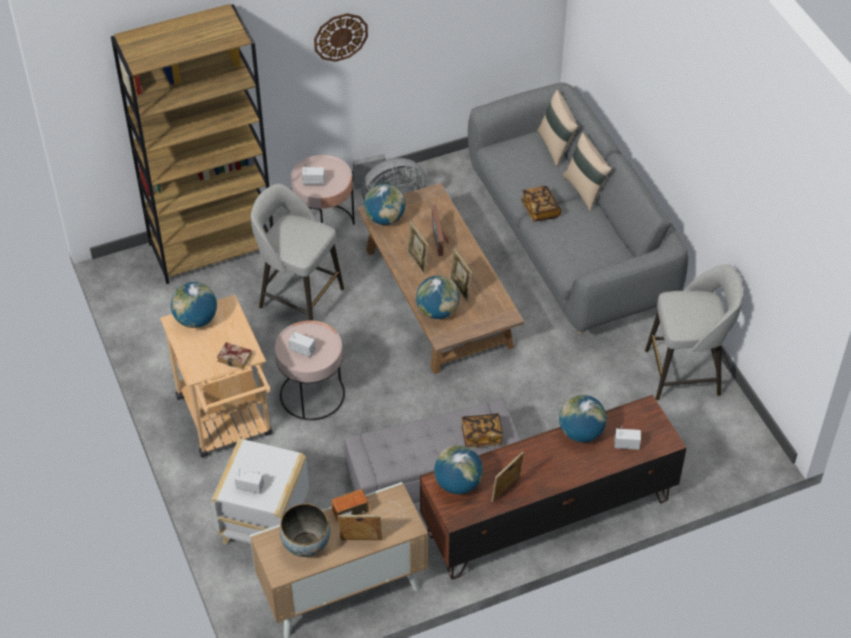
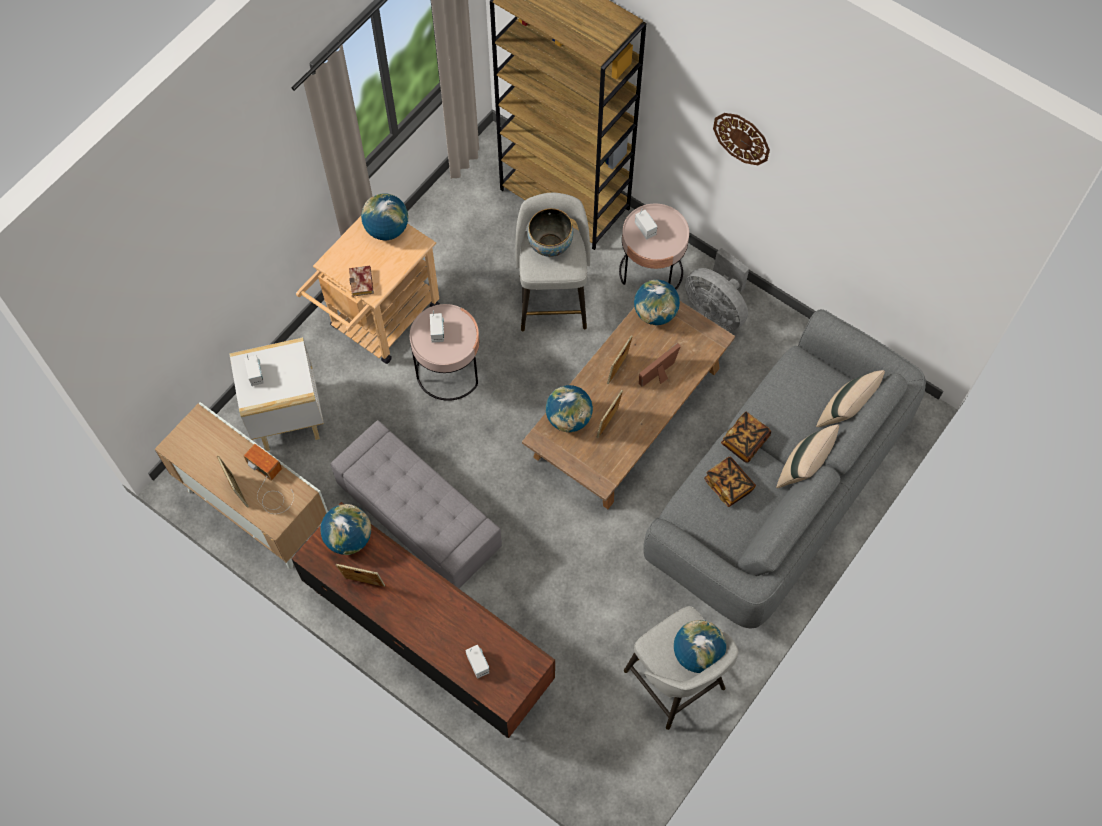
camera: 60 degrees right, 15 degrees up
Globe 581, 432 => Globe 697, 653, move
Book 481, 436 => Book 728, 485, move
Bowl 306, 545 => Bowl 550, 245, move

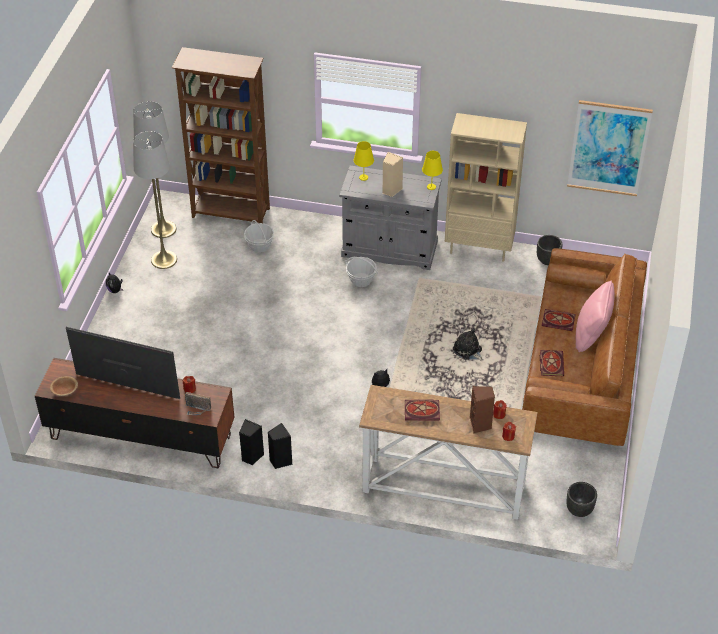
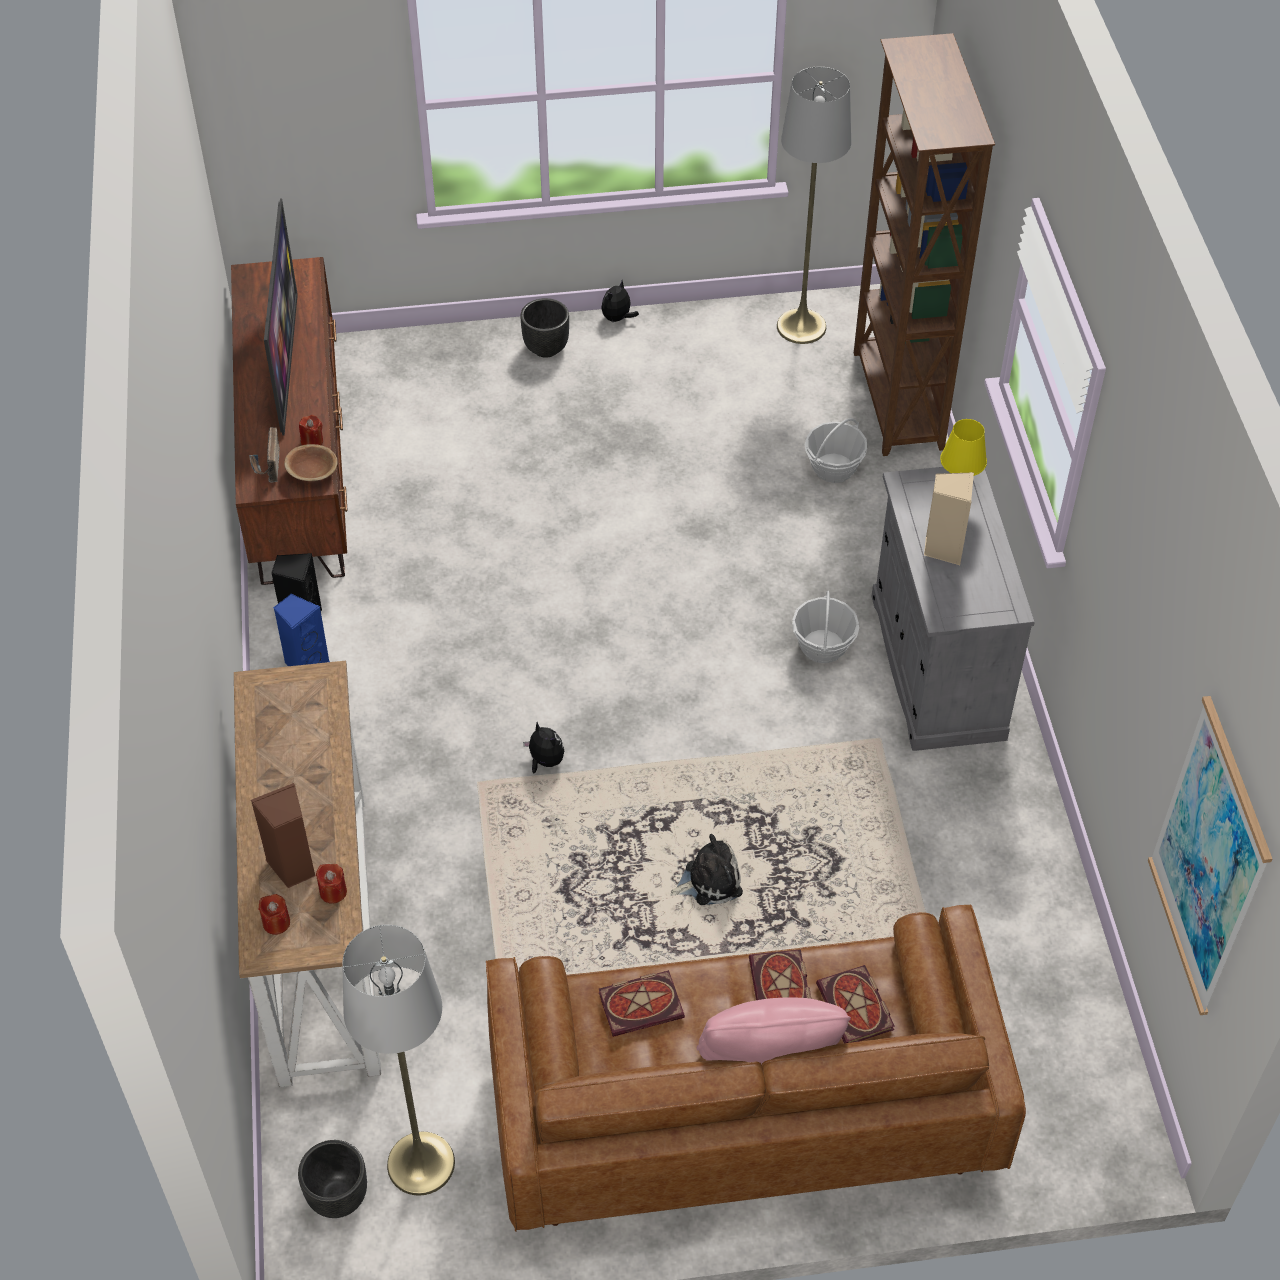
camera: 70 degrees right, 5 degrees up
BeigeBookcase 479, 248 => nothing
GreyFloorLamp 164, 260 => GreyFloorLamp 420, 1163, move
YellowTableLamp 431, 187 => nothing
BlackPlanter 548, 260 => BlackPlanter 546, 349, move
PlushToy 468, 351 => PlushToy 709, 880, 45 degrees clockwise
BrownBowl 65, 391 => BrownBowl 312, 472, move
Book 423, 411 => Book 857, 1008, move
BlackSpeaker 280, 461 => BlueSpeaker 305, 664

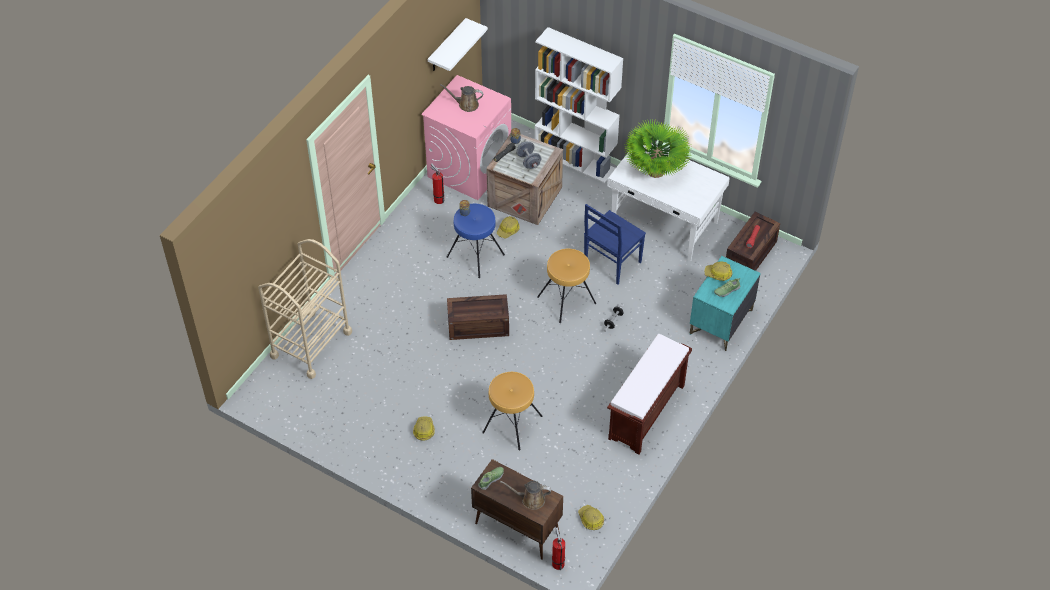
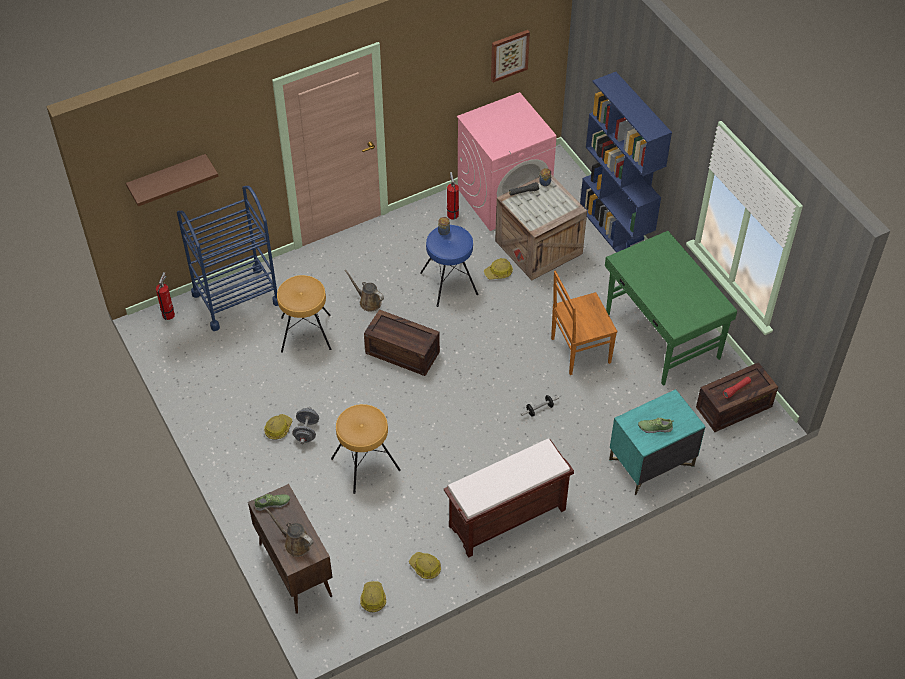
camera: 30 degrees right, 0 degrees up
WhiteShelf 447, 46 => Picture 509, 55
WhiteBookcase 575, 160 => BlueBookcase 615, 233
BrownWateringCan 466, 104 => BrownWateringCan 368, 301, move
PottedPlant 656, 171 => nothing
GreyDumbbell 528, 161 => GreyDumbbell 306, 431, move
WhiteDesk 664, 225 => GreenDesk 661, 336
BlueChair 611, 263 => BrownChair 578, 351
BeigeCart 311, 344 => BlueCart 236, 298
BrownStool 567, 300 => BrownStool 306, 333, move
HardHat 718, 274 => HardHat 425, 567, move
FireExtinguisher 557, 562 => FireExtinguisher 169, 313, move
nothing => BrownShelf 168, 178

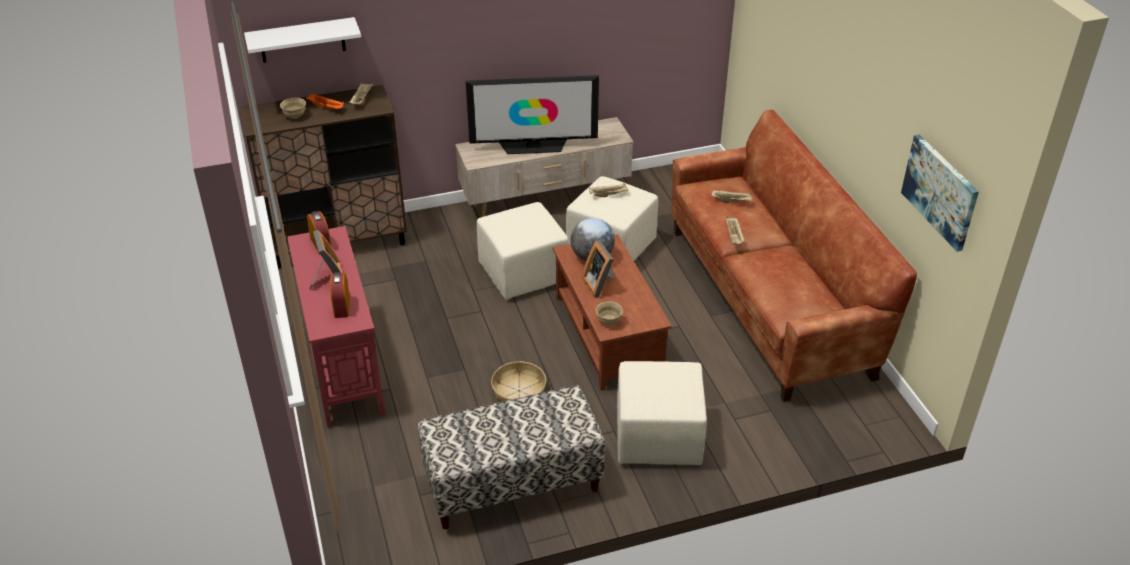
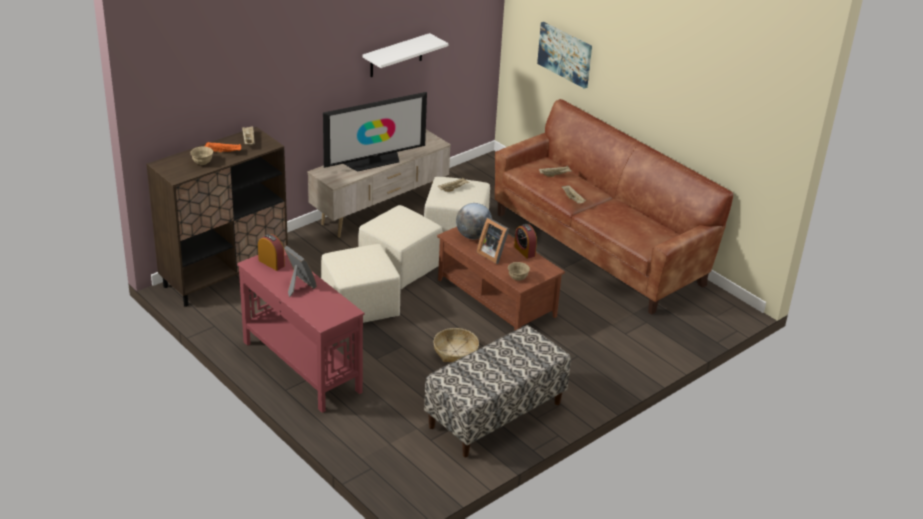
camera: 25 degrees left, 5 degrees down
WhiteShelf 302, 40 => WhiteShelf 396, 56, move
Picture 940, 191 => Picture 565, 54, move
AlarmClock 342, 306 => AlarmClock 524, 251, move
BeigeOttoman 657, 438 => BeigeOttoman 359, 308, move

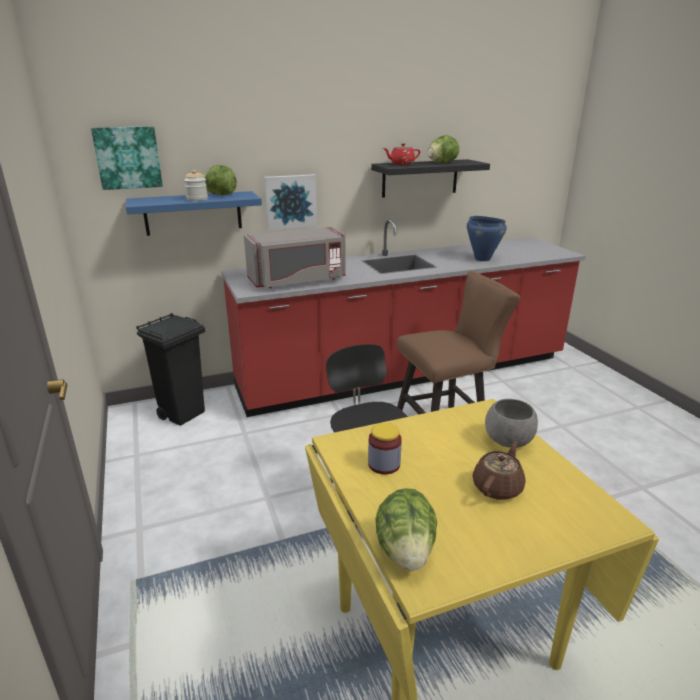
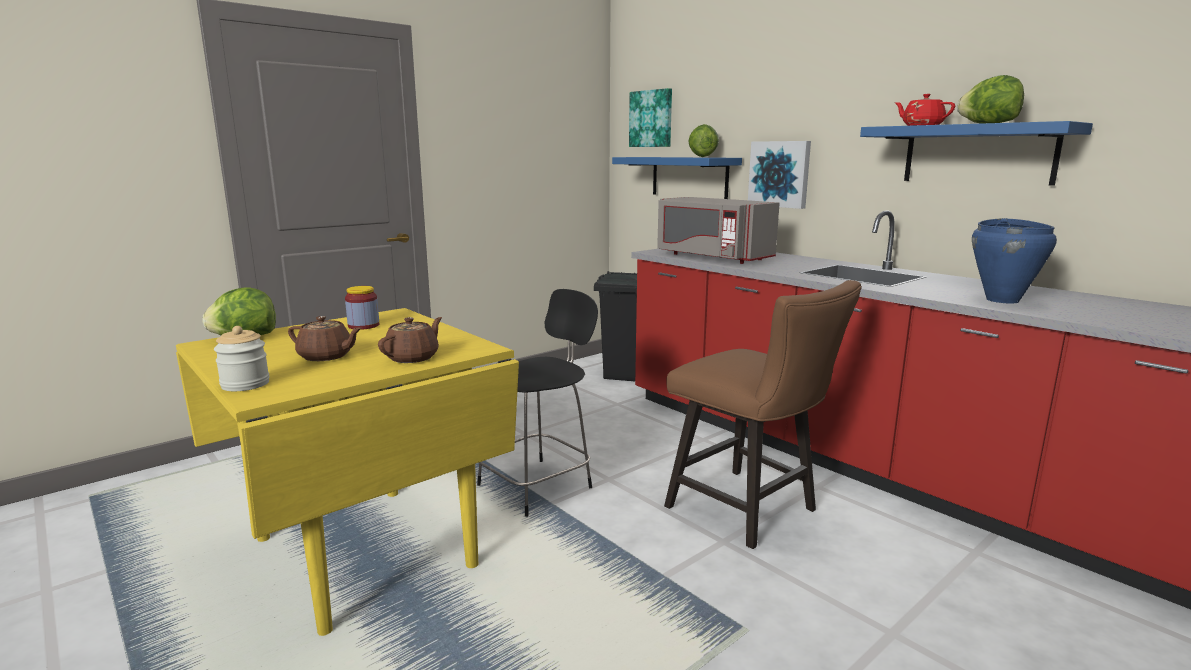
camera: 70 degrees right, 10 degrees down
BlackShelf 420, 178 => BlueShelf 978, 154
Jar 197, 199 => Jar 245, 384, move
GreyBowl 509, 441 => BrownTeapot 413, 357

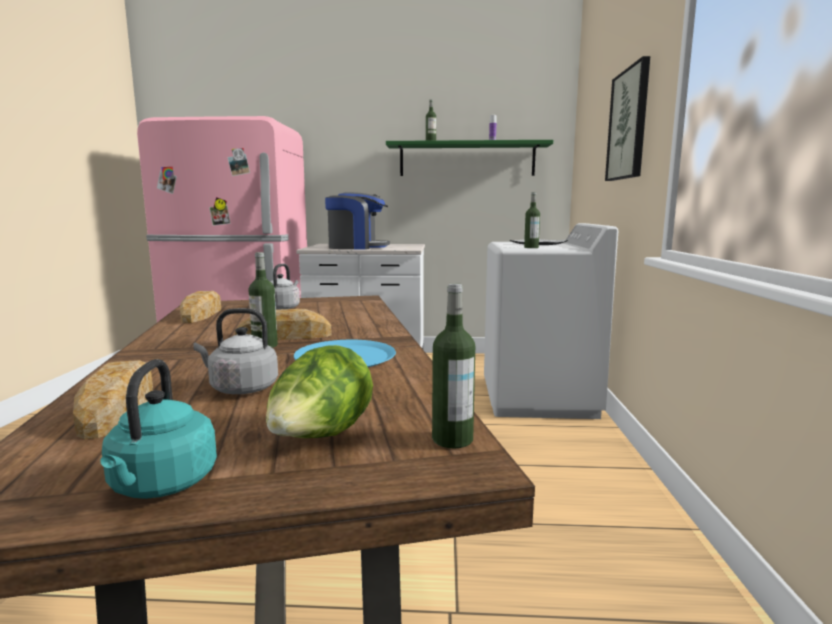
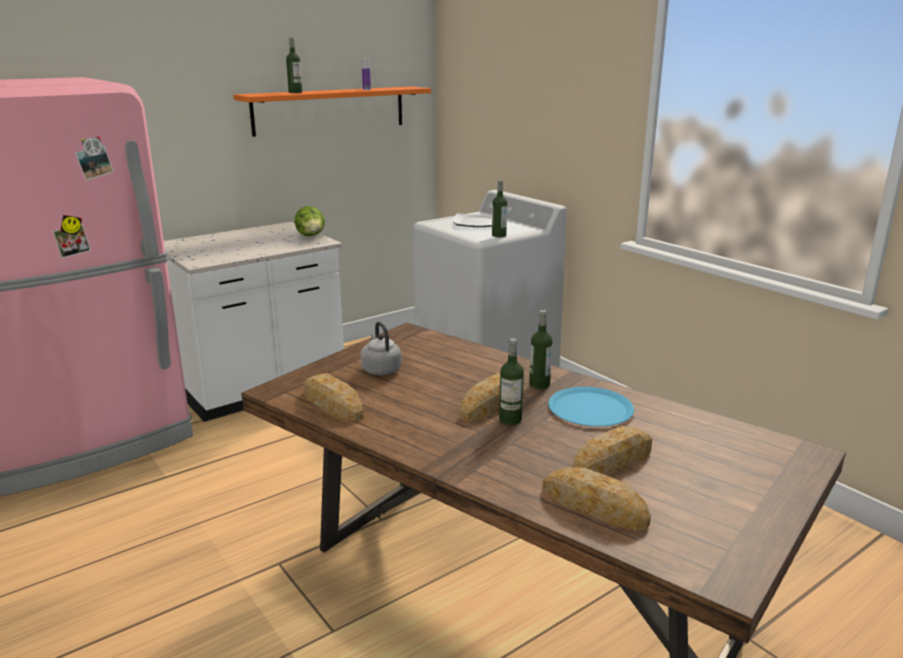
camera: 40 degrees left, 10 degrees up
Picture 629, 124 => nothing
GreenShelf 467, 159 => OrangeShelf 330, 110
CoffeeMachine 357, 247 => nothing
Bottle 452, 439 => Bottle 539, 385, move
GreyKettle 240, 388 => Bread 612, 461
Lettuce 320, 438 => Lettuce 311, 237, move
TurquoiseKettle 161, 485 => nothing

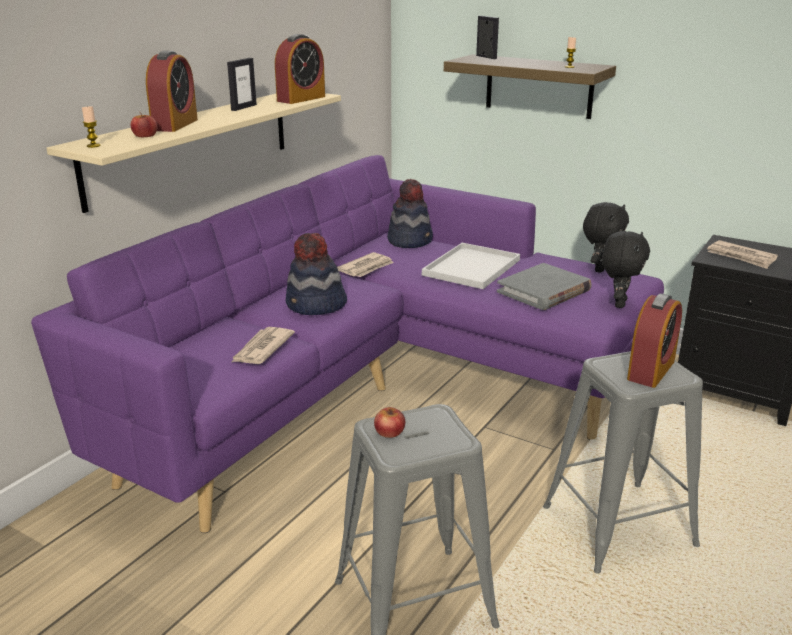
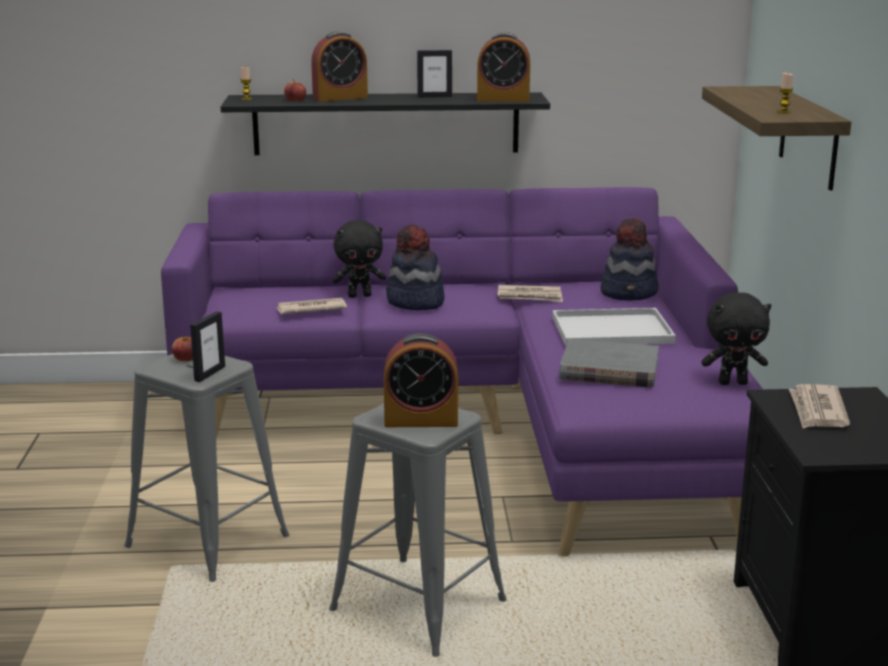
camera: 55 degrees right, 5 degrees down
PictureFrame 486, 57 => PictureFrame 209, 373, move
BeigeShelf 192, 145 => BlackShelf 386, 123
BlackPlushToy 618, 303 => BlackPlushToy 360, 295, move

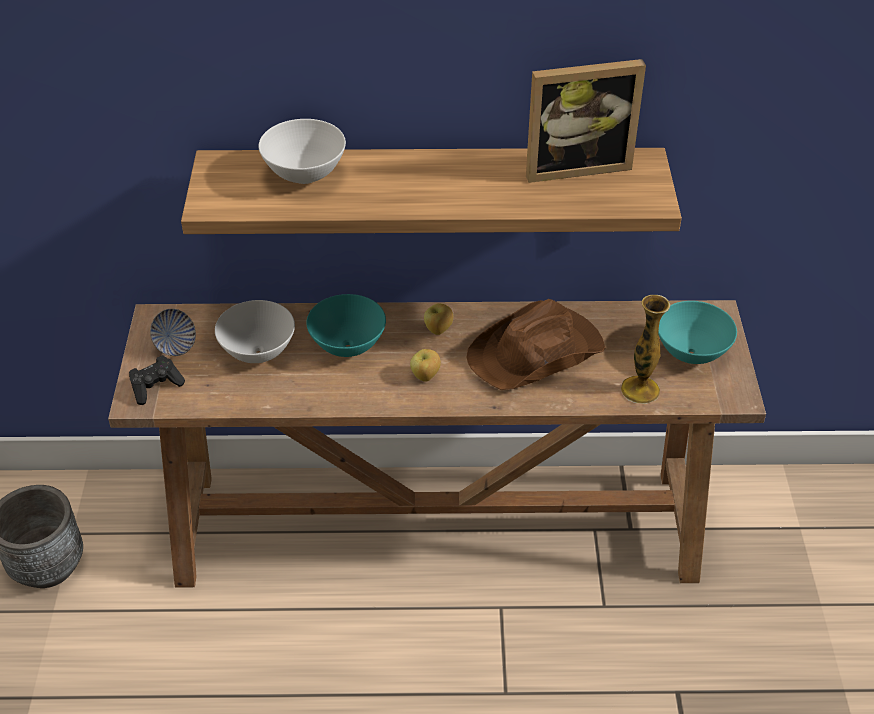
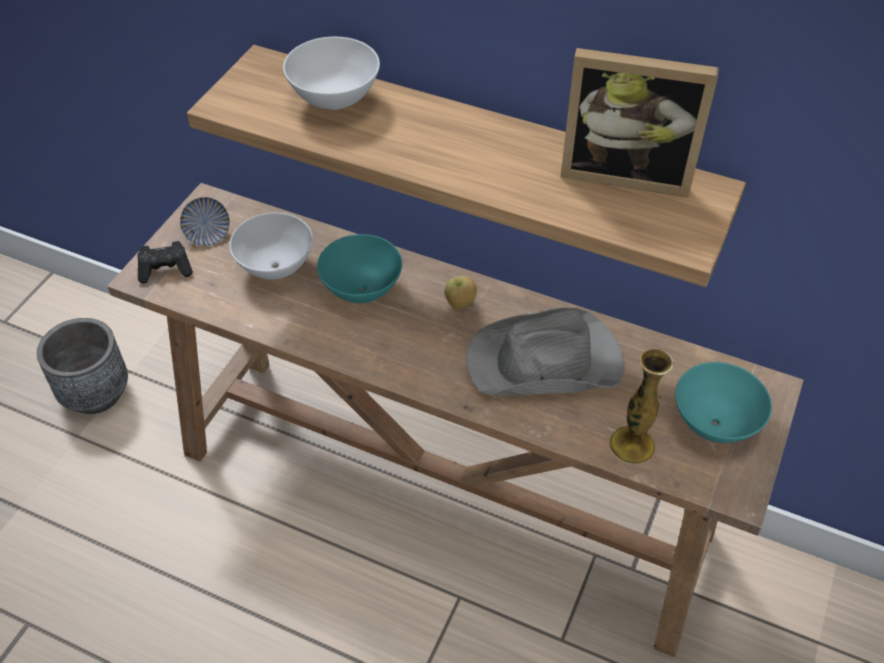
camera: 25 degrees right, 5 degrees up
BrownHat 537, 352 => GreyHat 546, 363
Apple 425, 376 => nothing

